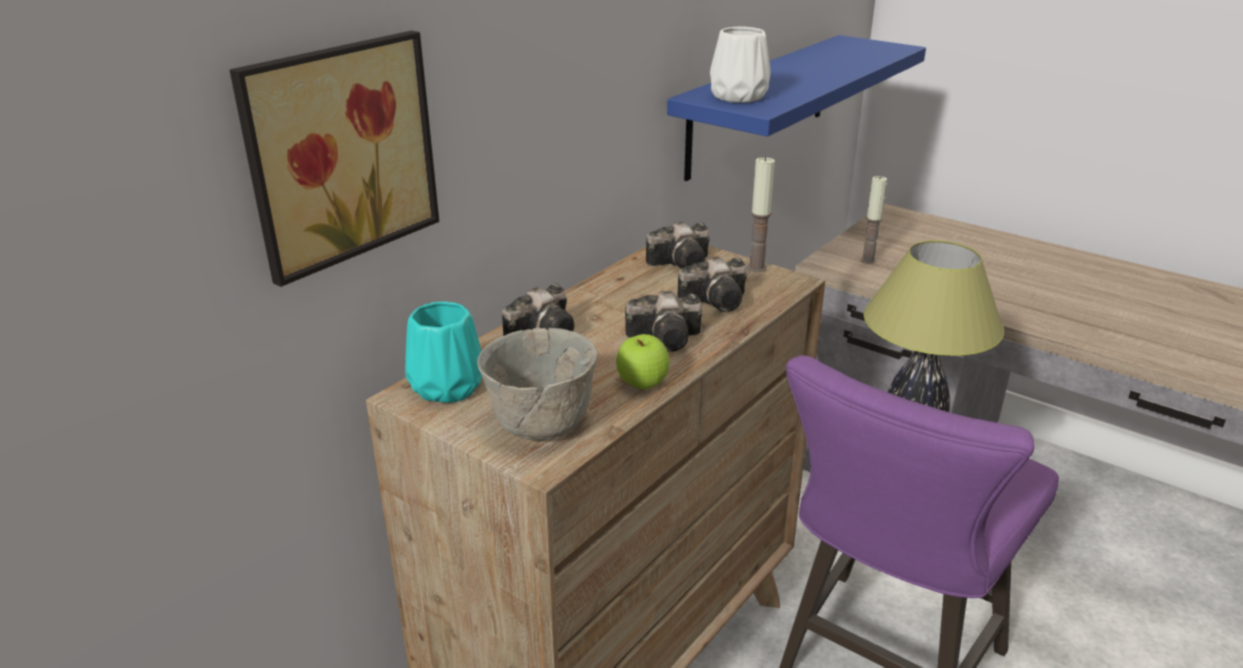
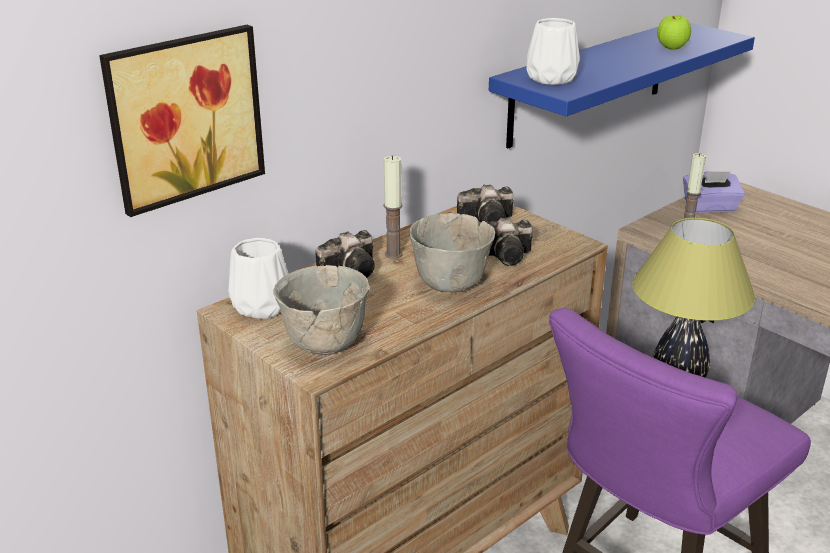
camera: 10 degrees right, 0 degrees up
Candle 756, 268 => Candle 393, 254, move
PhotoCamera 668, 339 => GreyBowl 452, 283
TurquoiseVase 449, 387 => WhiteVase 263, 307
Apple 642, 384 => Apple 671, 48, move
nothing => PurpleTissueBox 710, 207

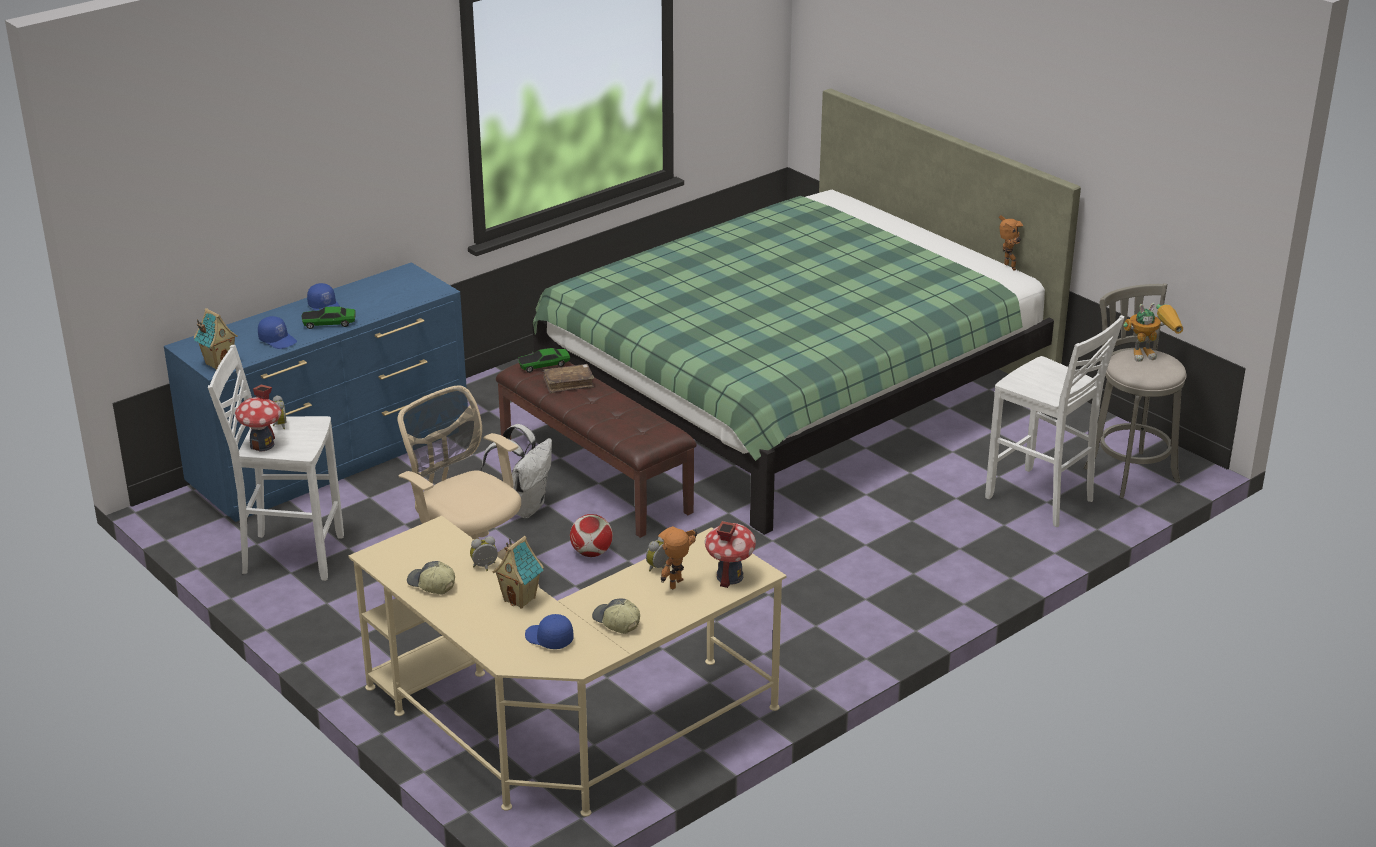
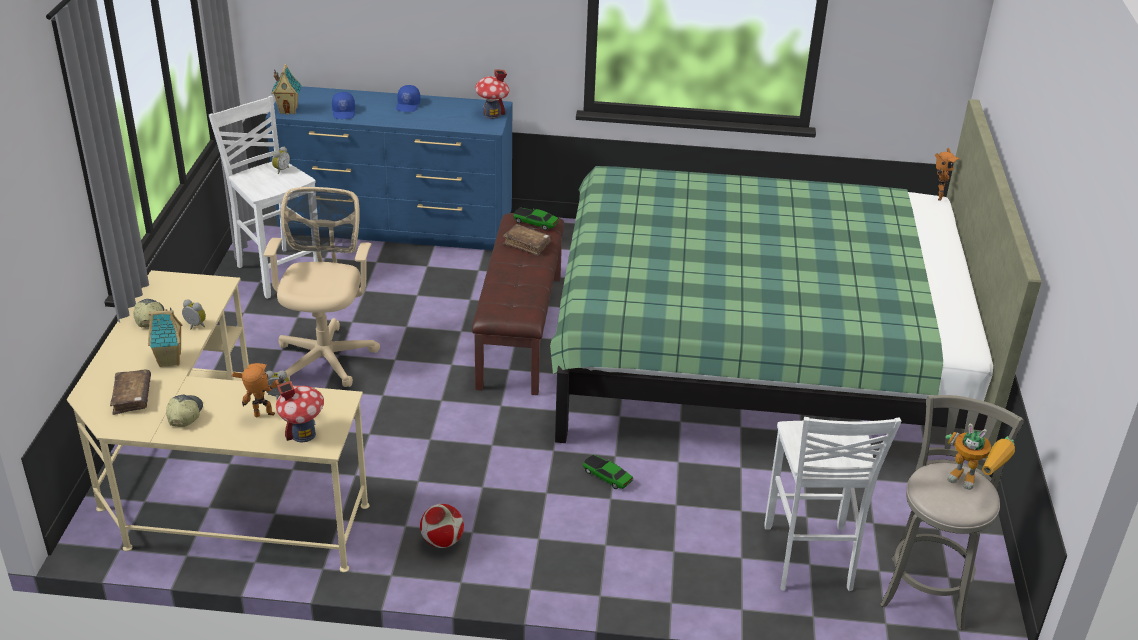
camera: 45 degrees right, 5 degrees up
ToyRobot 1008, 267 => ToyRobot 937, 196, move
ToyCar 329, 323 => ToyCar 607, 477, move
ToyHouse 262, 445 => ToyHouse 492, 114, move
WhiteBackpack 523, 507 => nothing
Football 591, 553 => Football 442, 541, move
BlueCap 548, 639 => BrownBook 132, 397

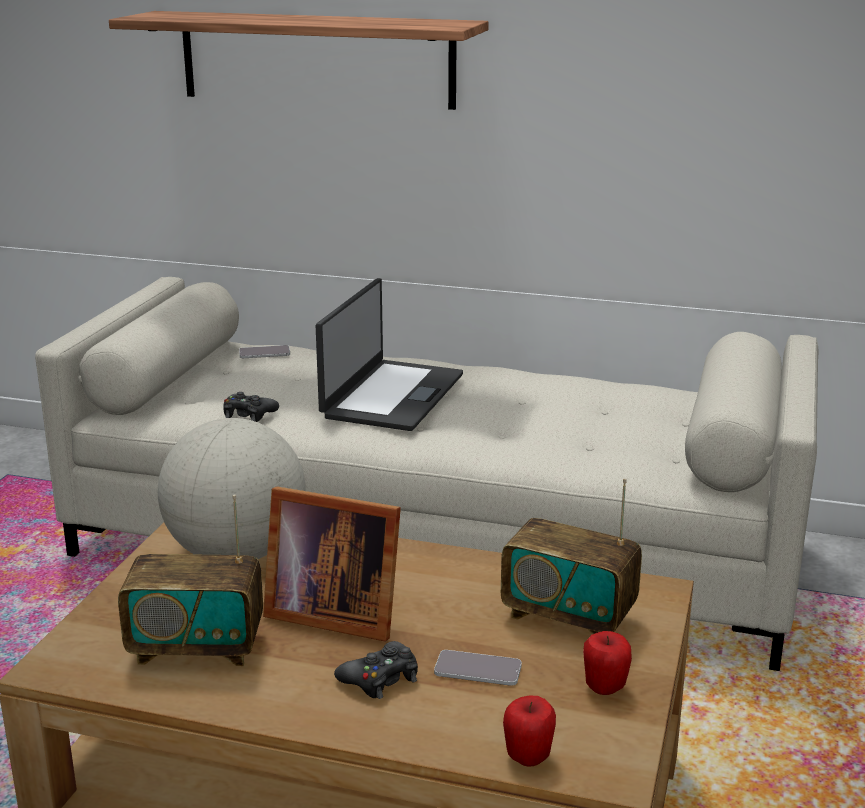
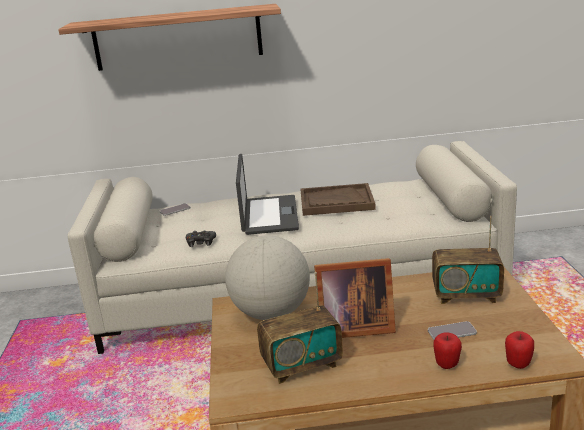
camera: 20 degrees left, 0 degrees up
Apple 605, 688 => Apple 447, 365, move
BlackGameController 380, 679 => nothing
nothing => BrownTray 336, 202

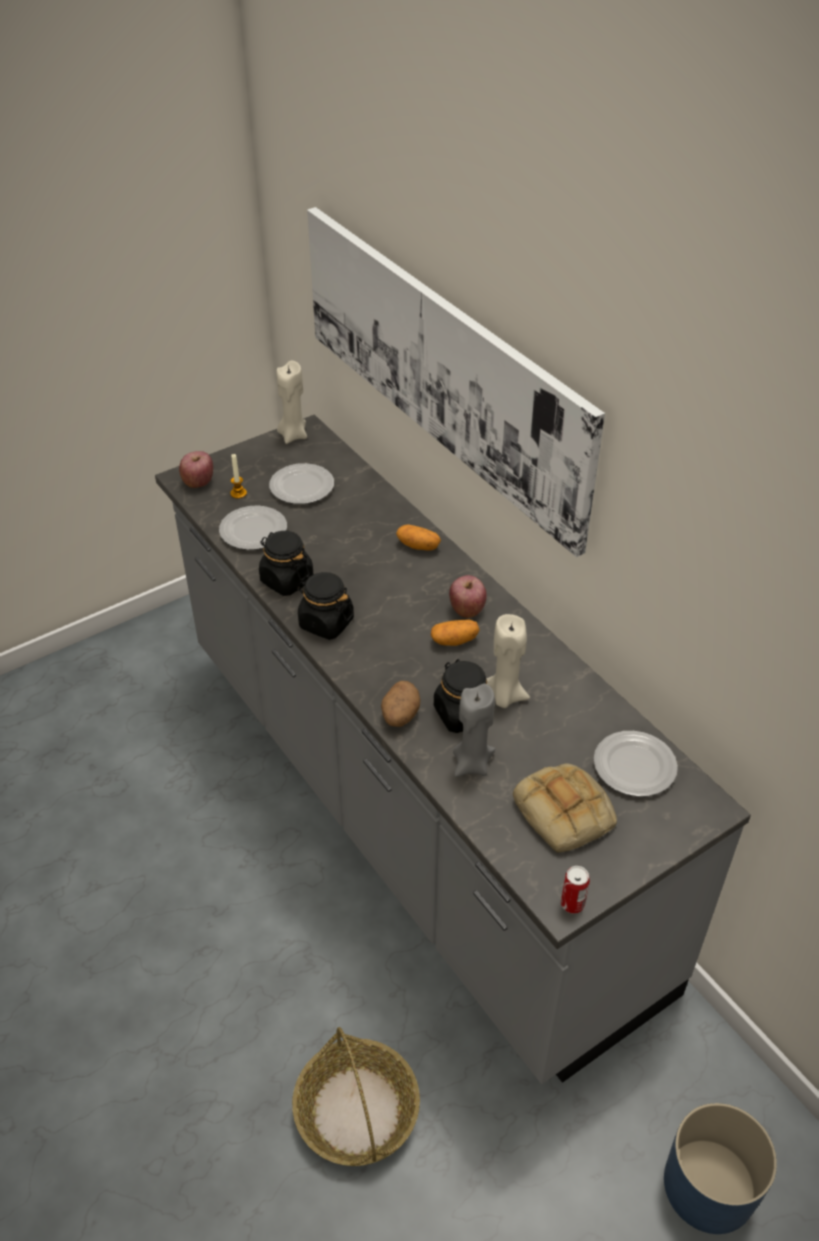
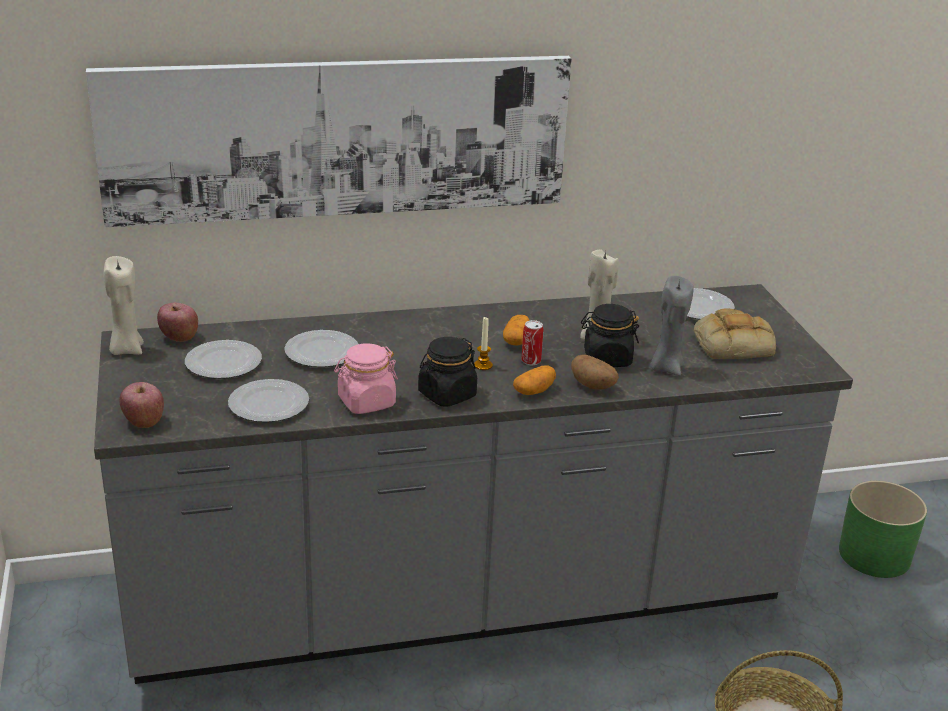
camera: 70 degrees left, 15 degrees down
Candle 238, 493 => Candle 483, 365, move
Potato 418, 546 => Potato 534, 391, move
BlackJar 286, 580 => PinkJar 366, 402
Apple 467, 609 => Apple 179, 337, move
Can 572, 903 => Can 531, 361, move
BluePlanter 710, 1186 => GreenPlanter 874, 555
nothing => Plate 322, 353

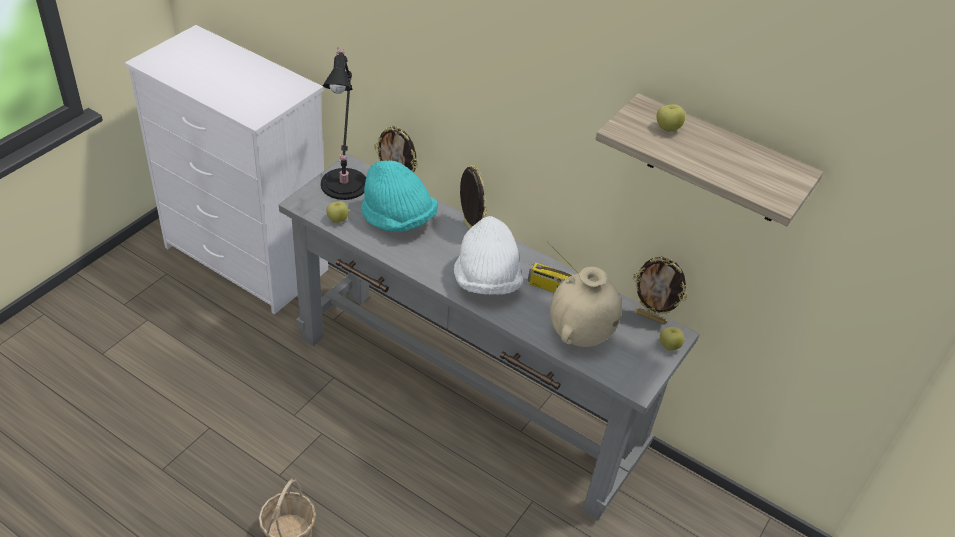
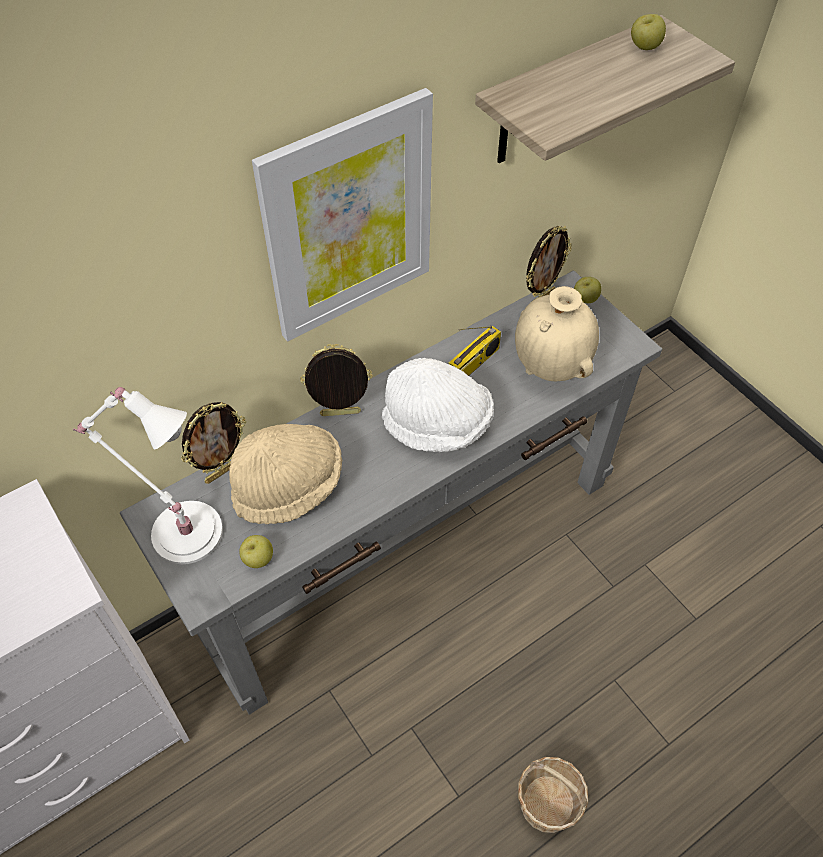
camera: 65 degrees left, 10 degrees up
BlackTableLamp 345, 182 => WhiteTableLamp 182, 530
Apple 667, 128 => Apple 644, 47, move
TurquoiseHat 398, 219 => BeigeHat 289, 487
nothing => Picture 349, 219

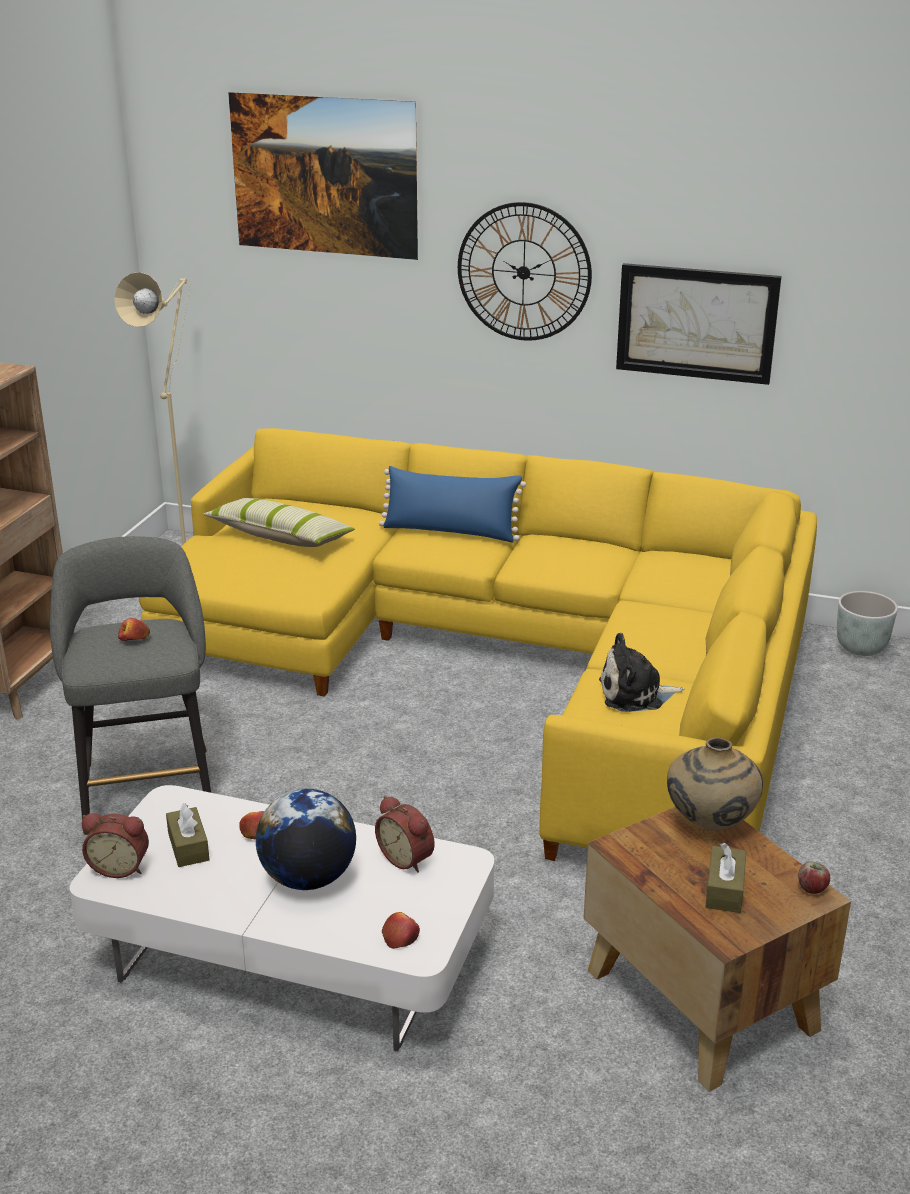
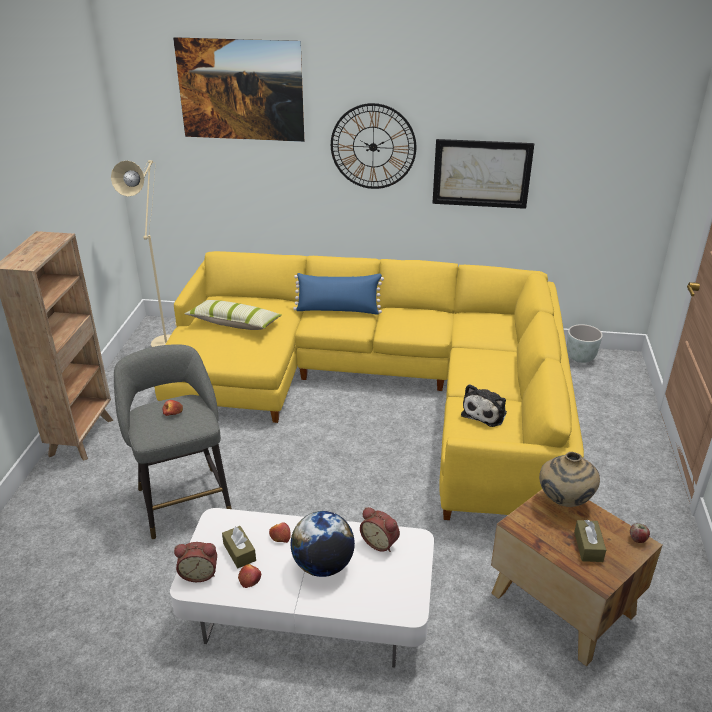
camera: 10 degrees left, 5 degrees up
PlushToy 635, 694 => PlushToy 485, 413, 45 degrees counterclockwise
Apple 400, 936 => Apple 249, 578, move

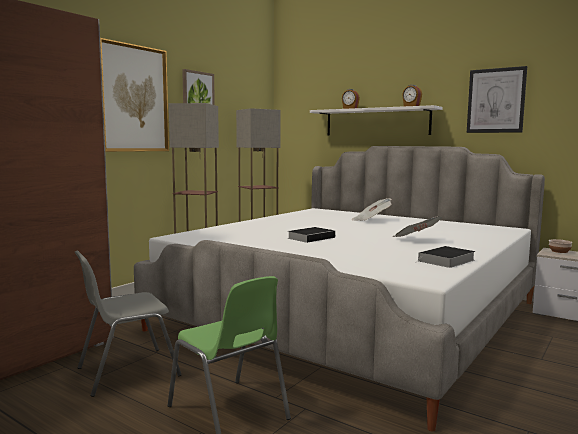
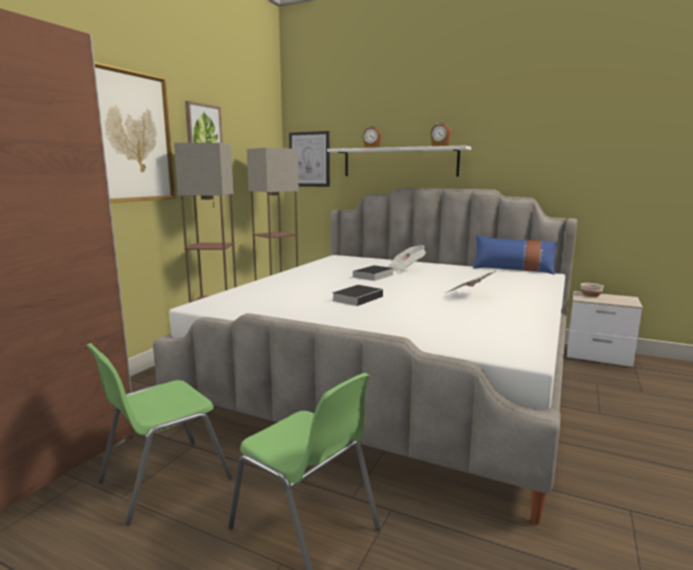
camera: 10 degrees left, 5 degrees up
Picture 496, 100 => Picture 309, 159, move
Book 446, 261 => Book 373, 276, move
GreyChair 126, 372 => GreenChair 163, 480
nothing => BluePillow 513, 269

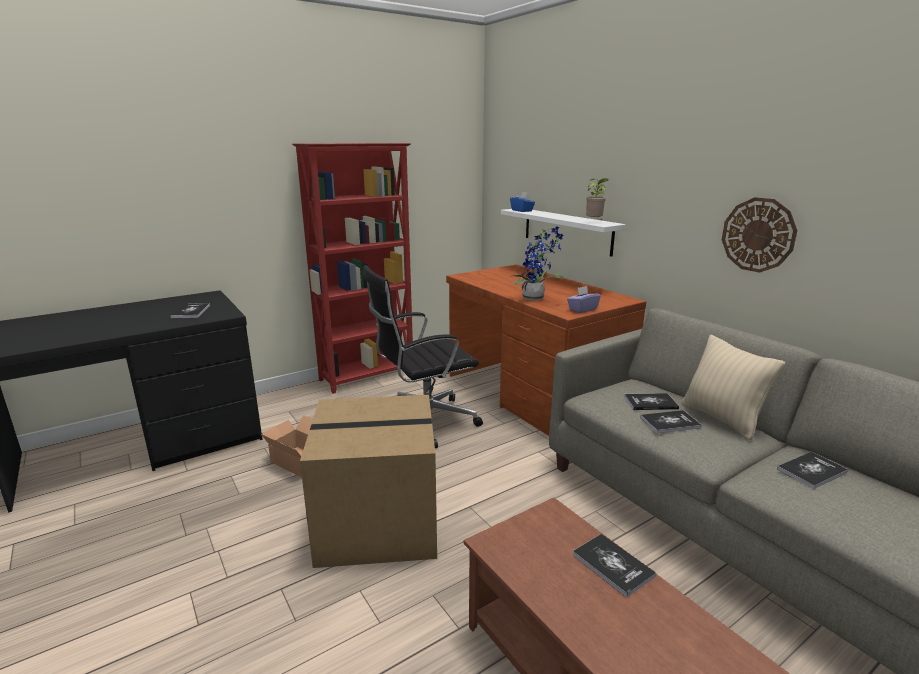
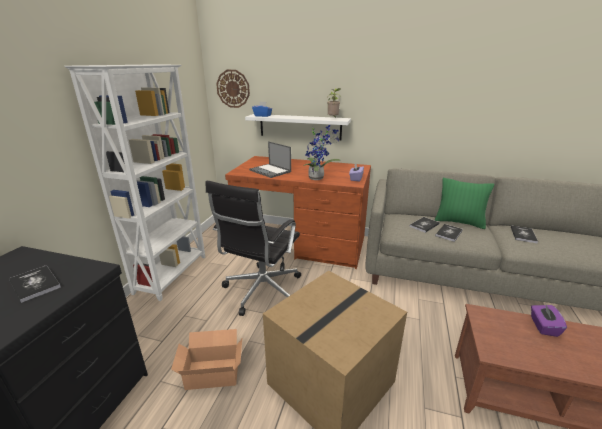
camera: 40 degrees left, 5 degrees up
RedBookcase 368, 376 => WhiteBookcase 172, 274
WallClock 758, 235 => WallClock 233, 89, move
BeigePillow 721, 419 => GreenPillow 459, 222
Book 613, 565 => PurpleTissueBox 543, 326
nothing => Laptop 270, 171

